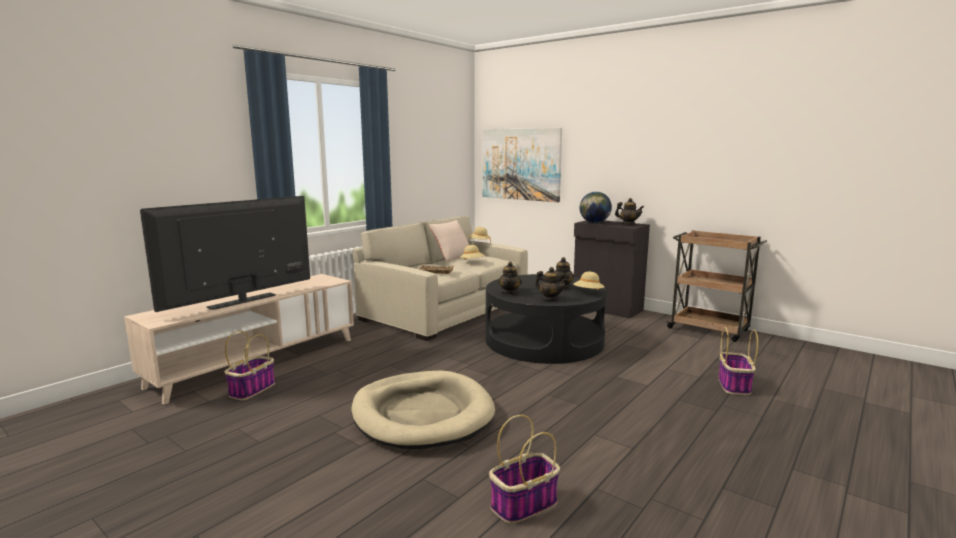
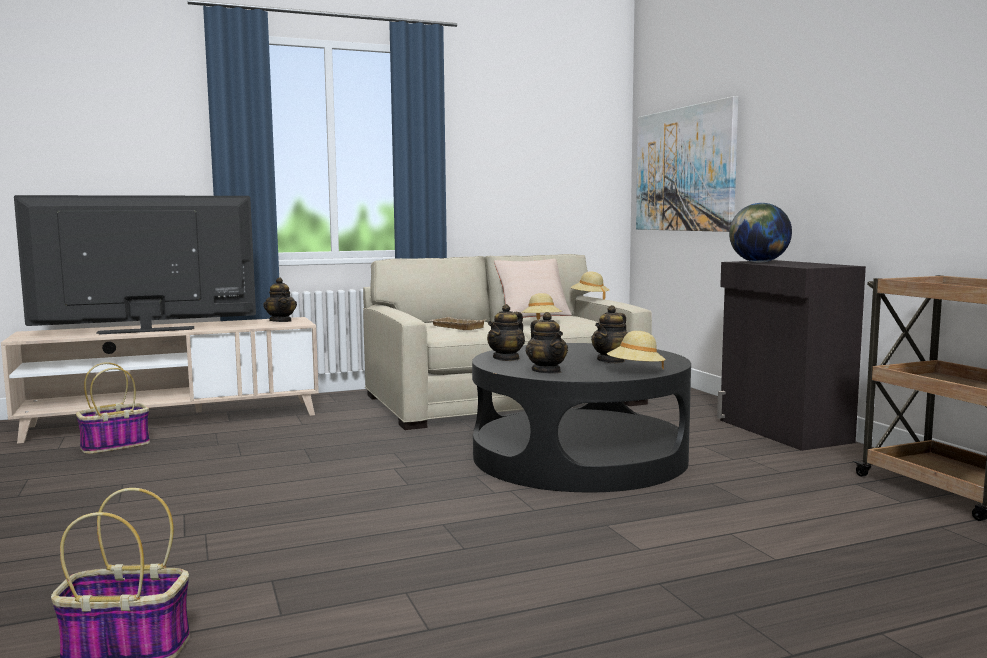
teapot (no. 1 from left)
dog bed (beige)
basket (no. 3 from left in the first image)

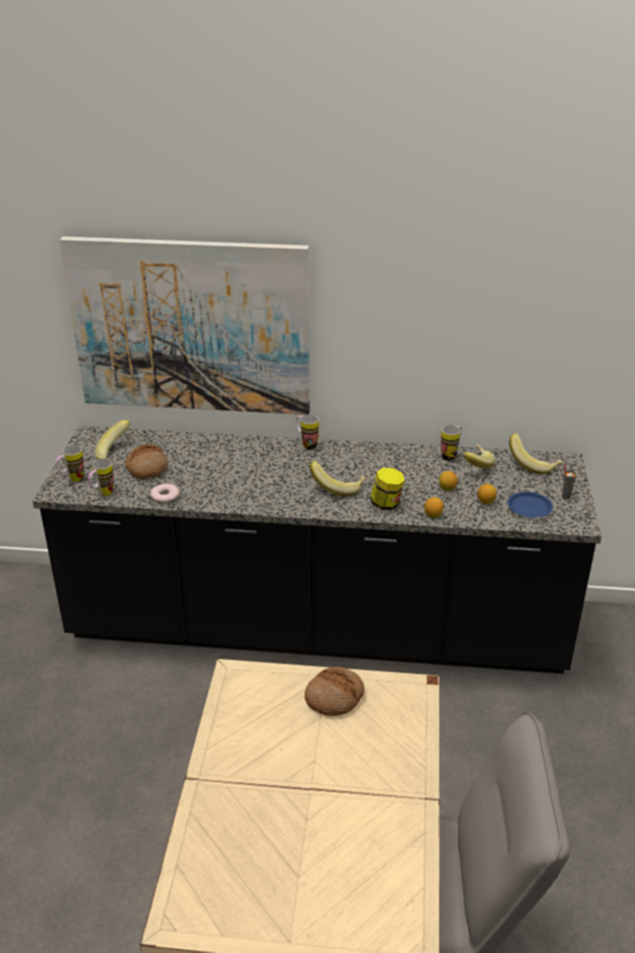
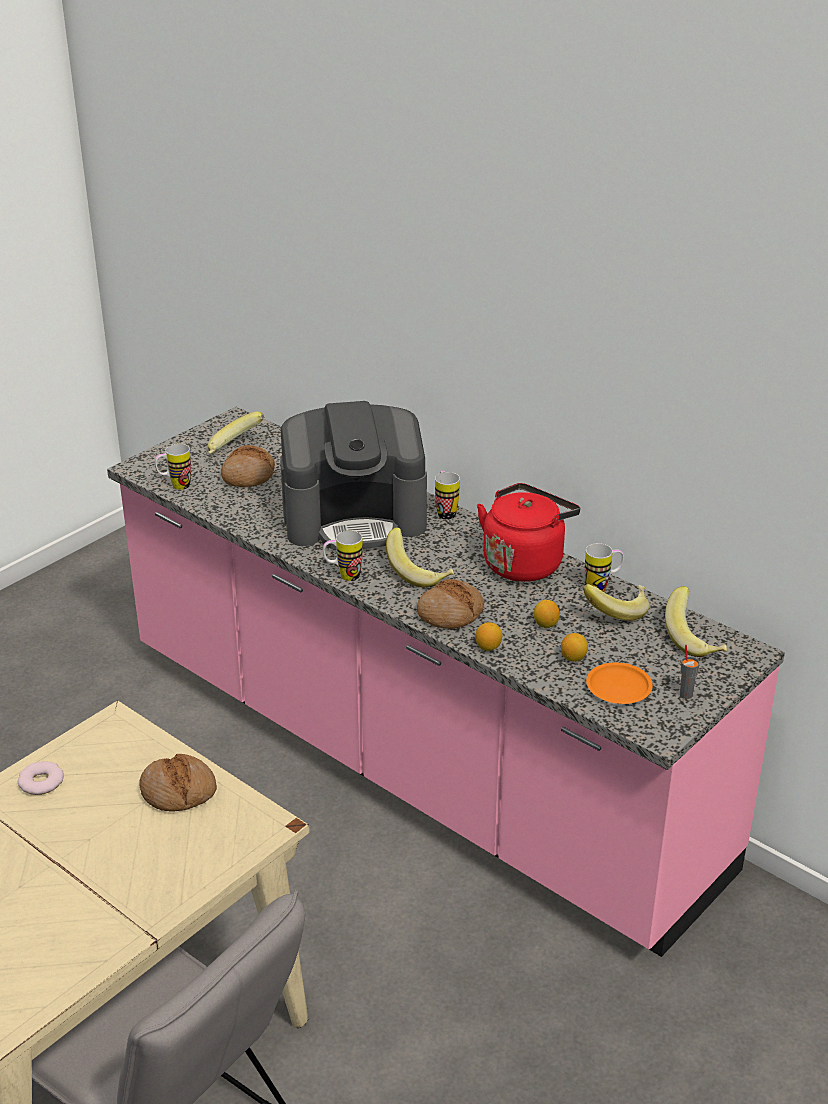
donut
counter (pink)
coffee machine
mug (no. 2 from left)
bread (no. 3 from left)
kettle (red)
plate (orange)
picture

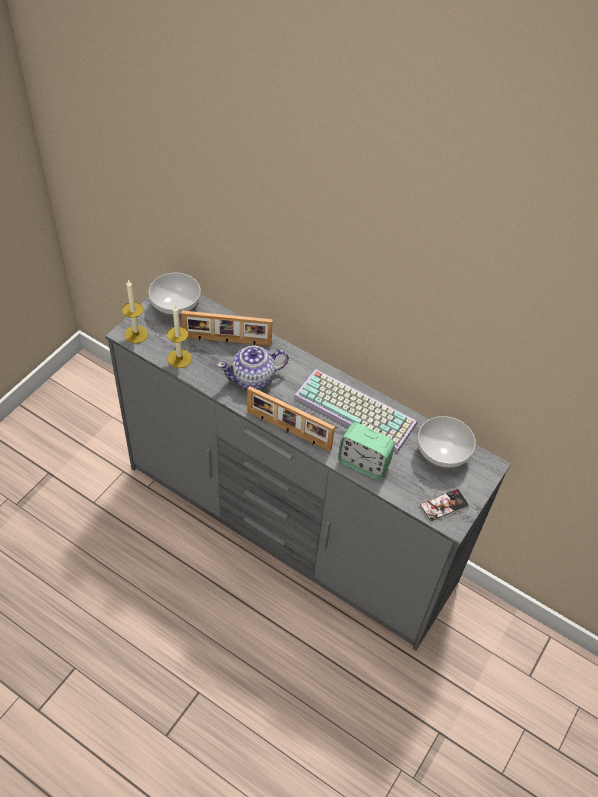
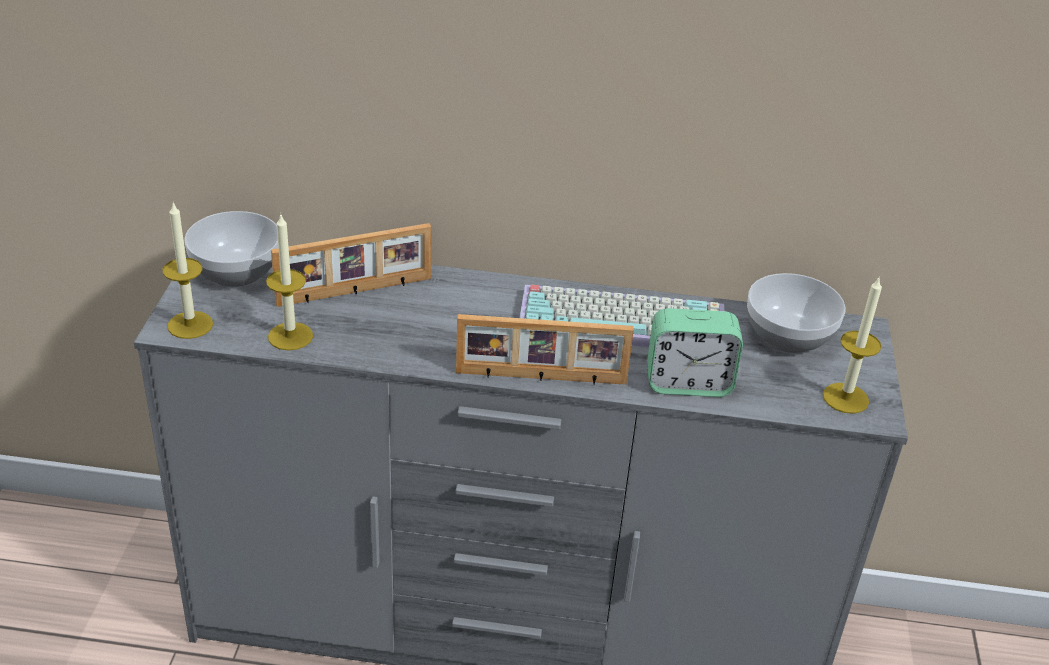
candle (no. 3 from left)
teapot

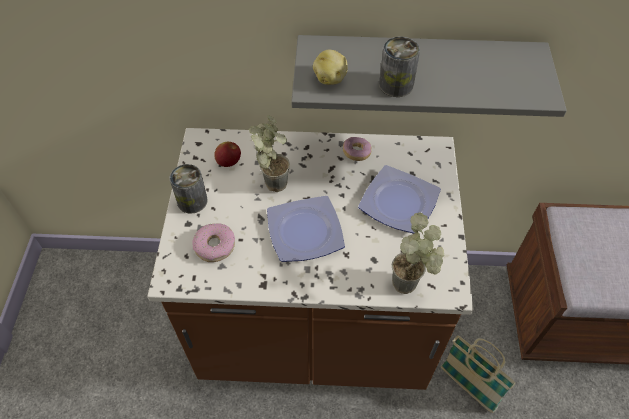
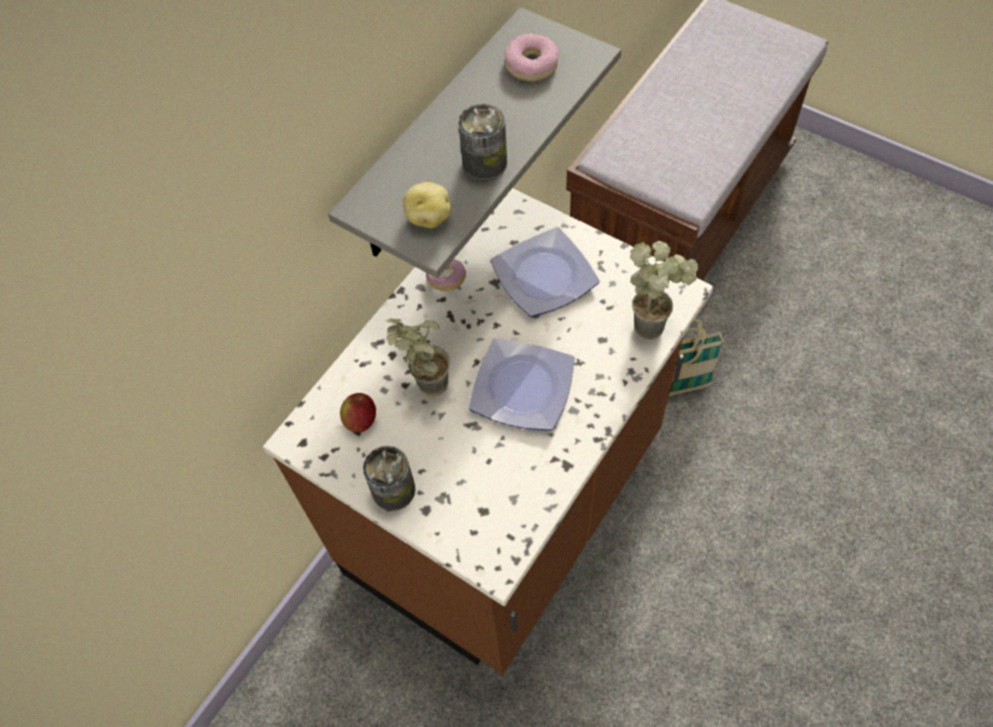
donut (no. 2 from left)

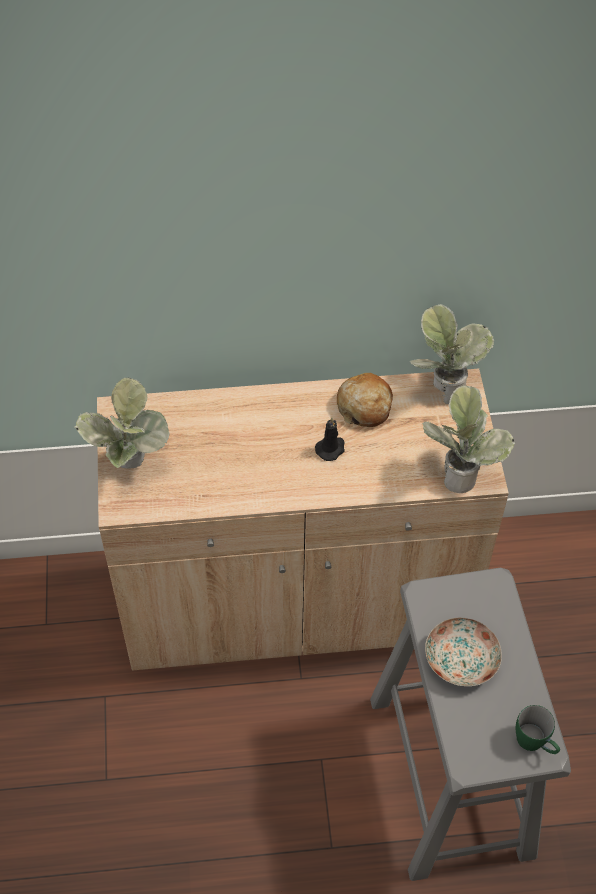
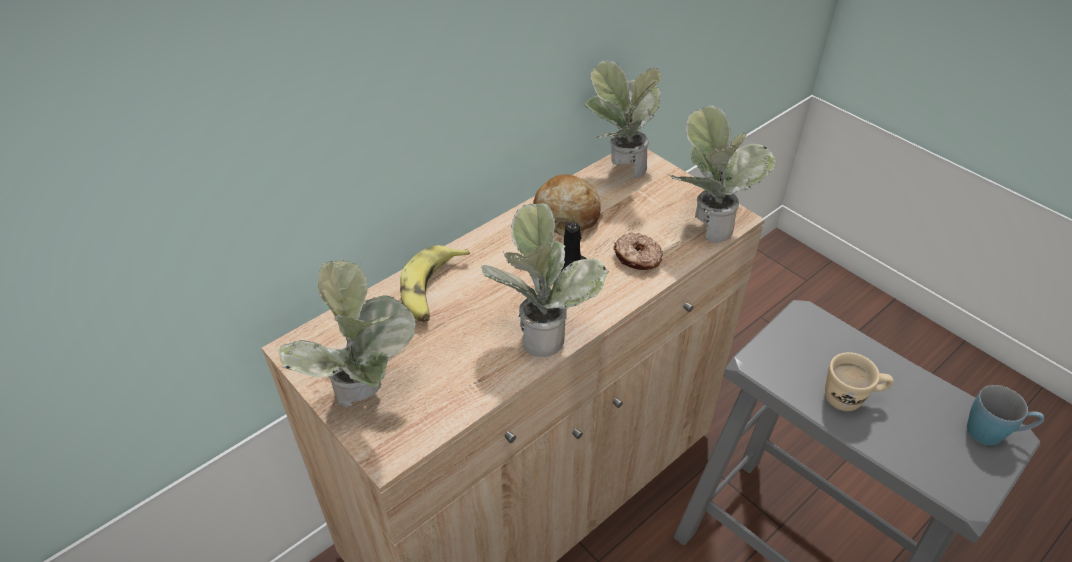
banana
potted plant (no. 2 from left)
donut
mug (beige)
mug (blue)

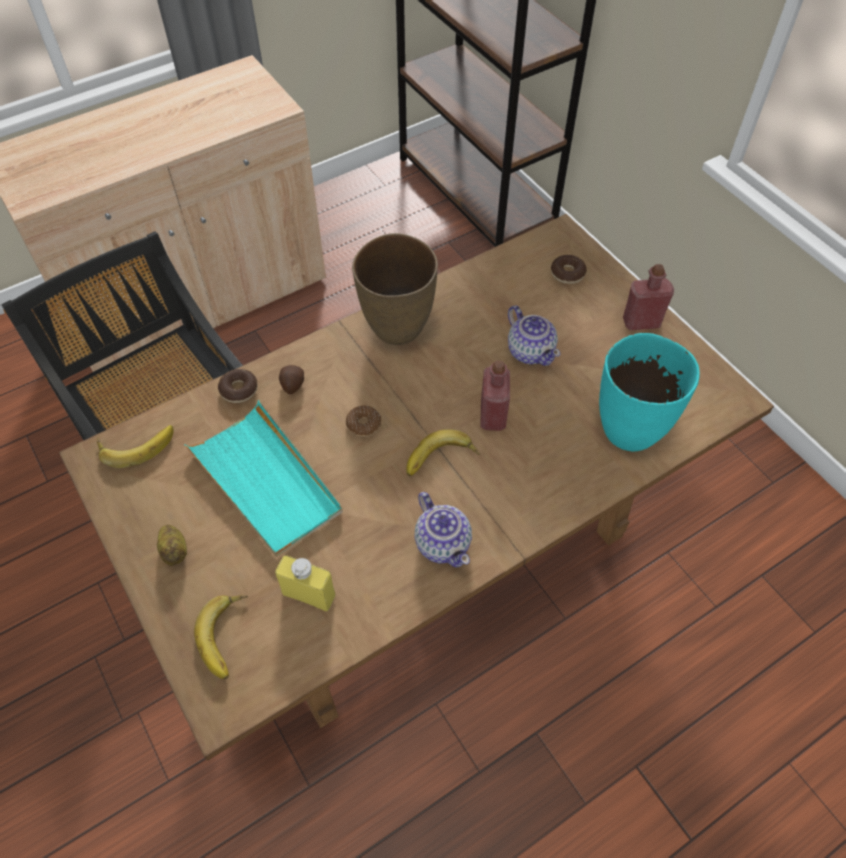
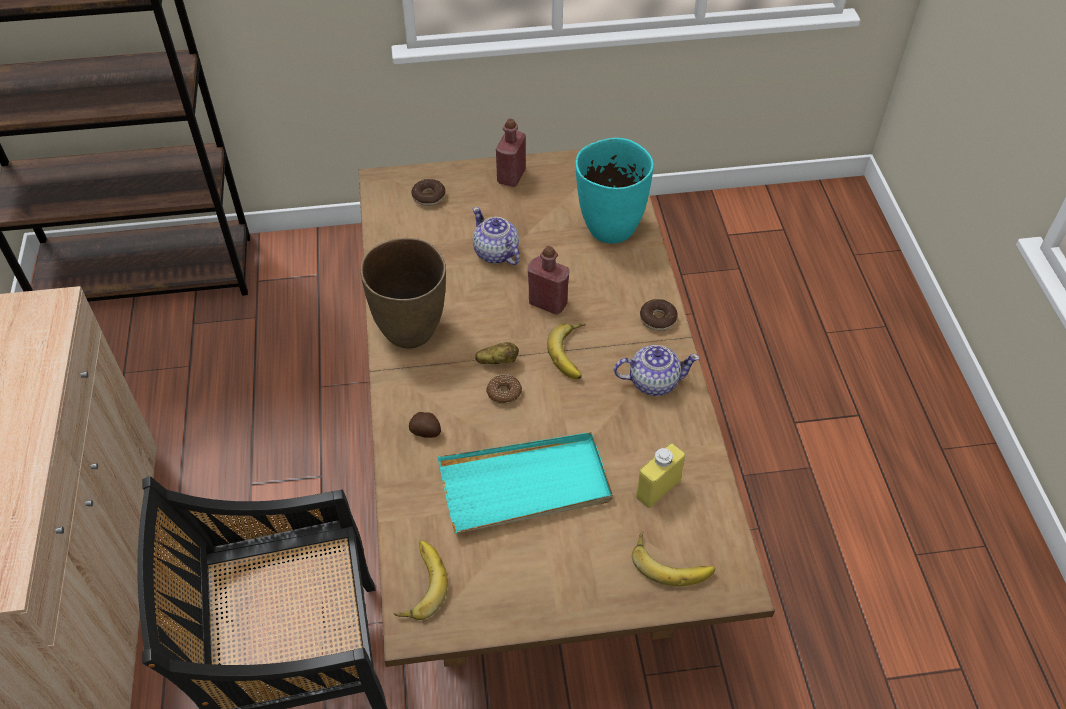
teapot (no. 1 from left)
potato (no. 2 from left)
donut (no. 3 from left)

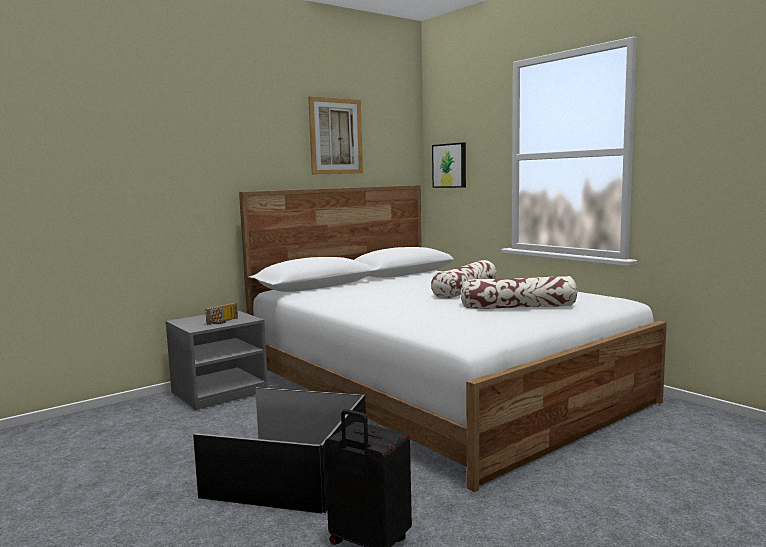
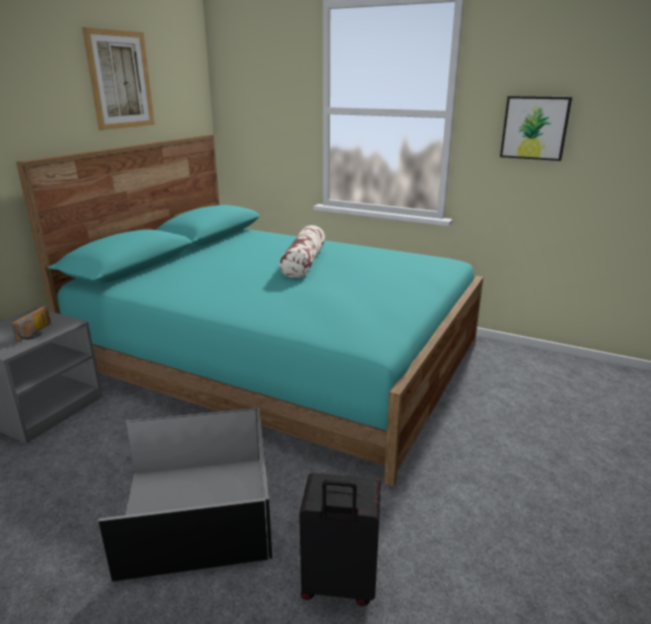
bed (turquoise)
picture (no. 2 from left)
pillow (no. 2 from left in the first image)

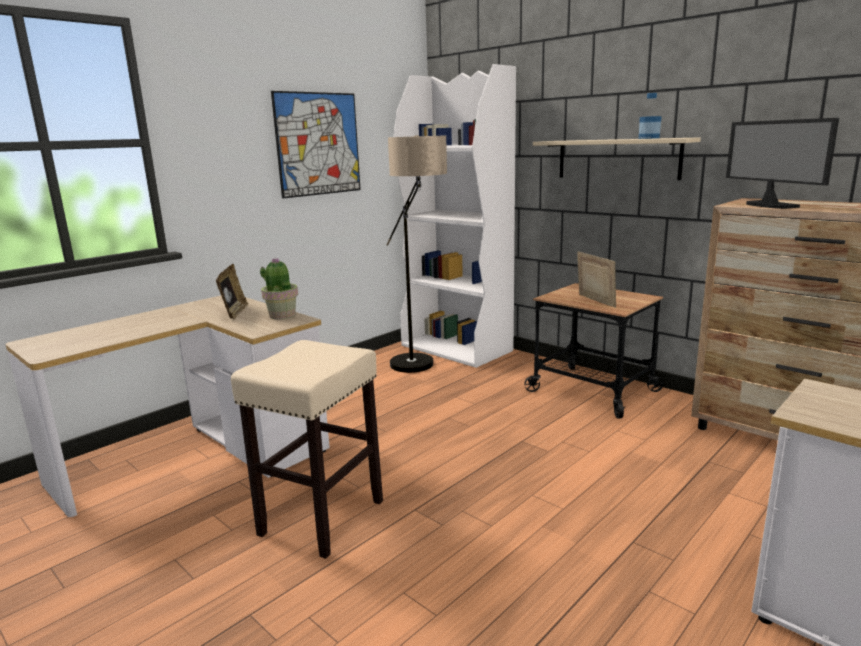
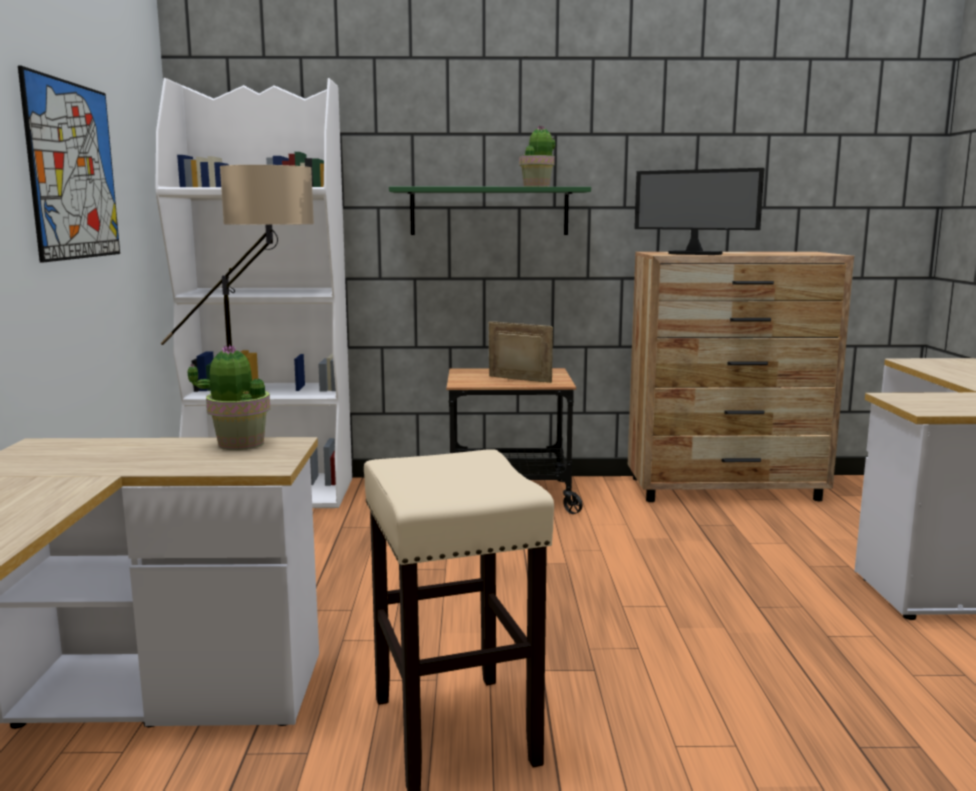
shelf (green)
potted plant (no. 2 from left)
picture frame (no. 1 from left in the first image)

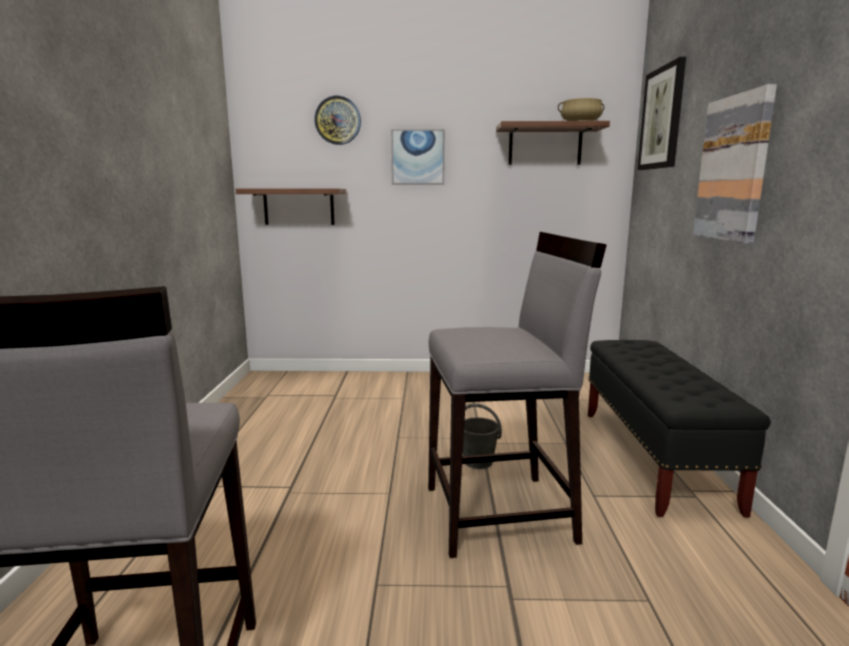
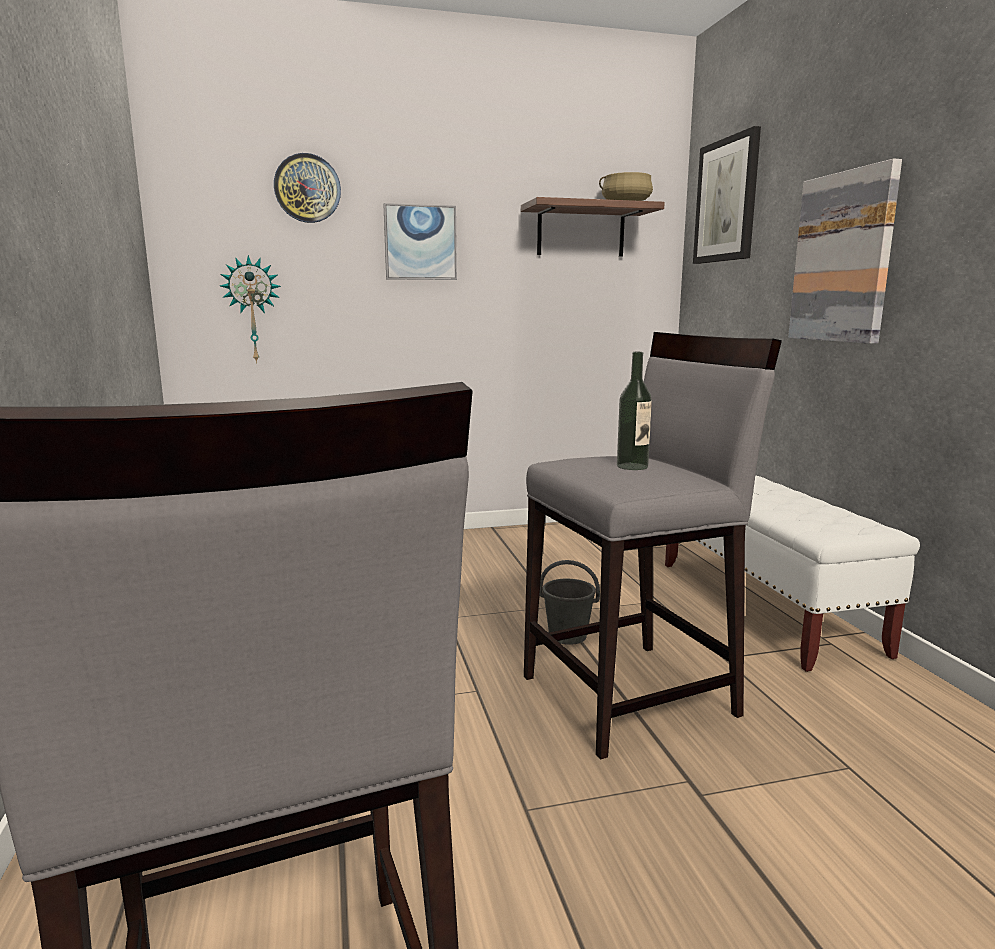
wall clock (no. 1 from left)
bottle
bench (white)

